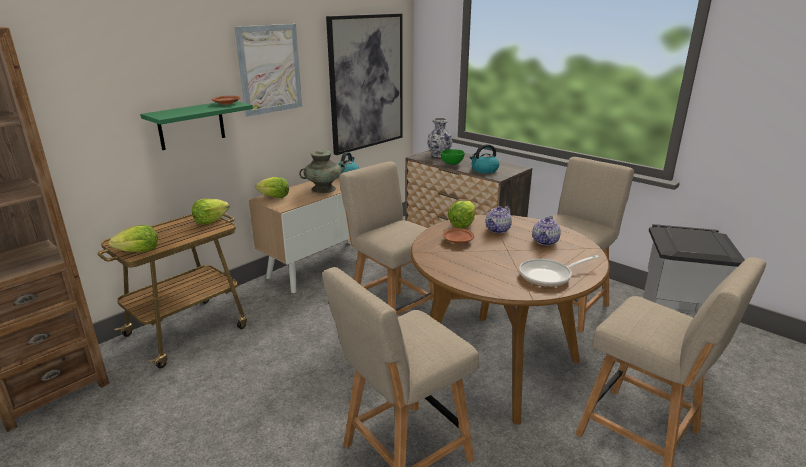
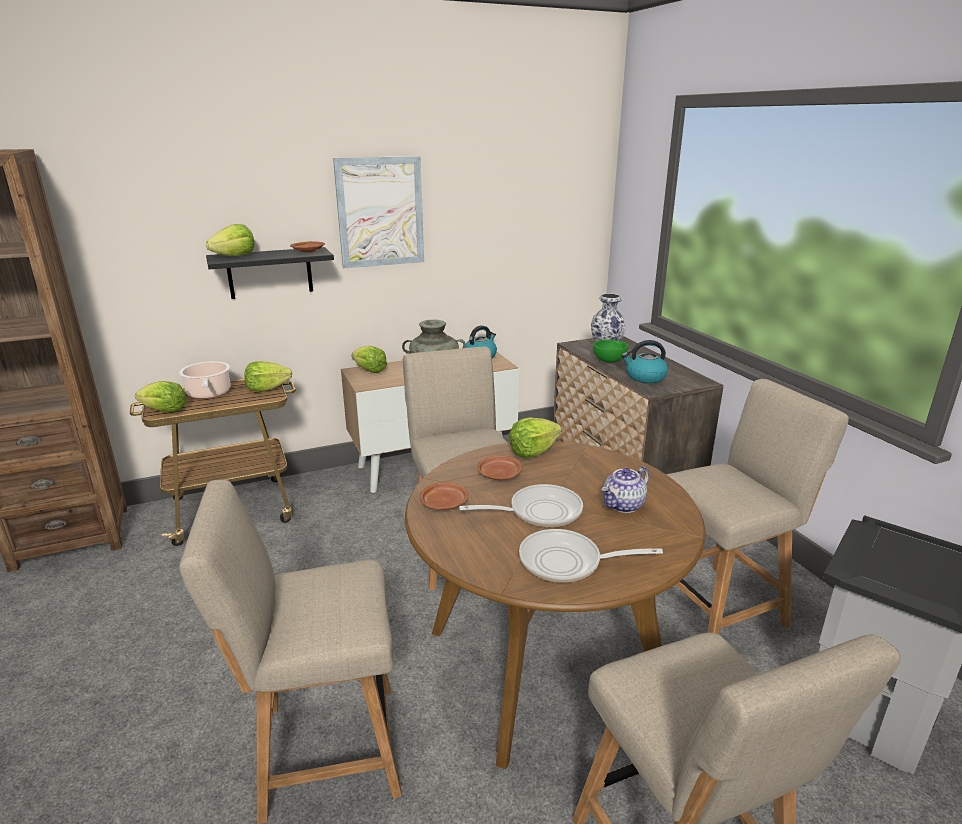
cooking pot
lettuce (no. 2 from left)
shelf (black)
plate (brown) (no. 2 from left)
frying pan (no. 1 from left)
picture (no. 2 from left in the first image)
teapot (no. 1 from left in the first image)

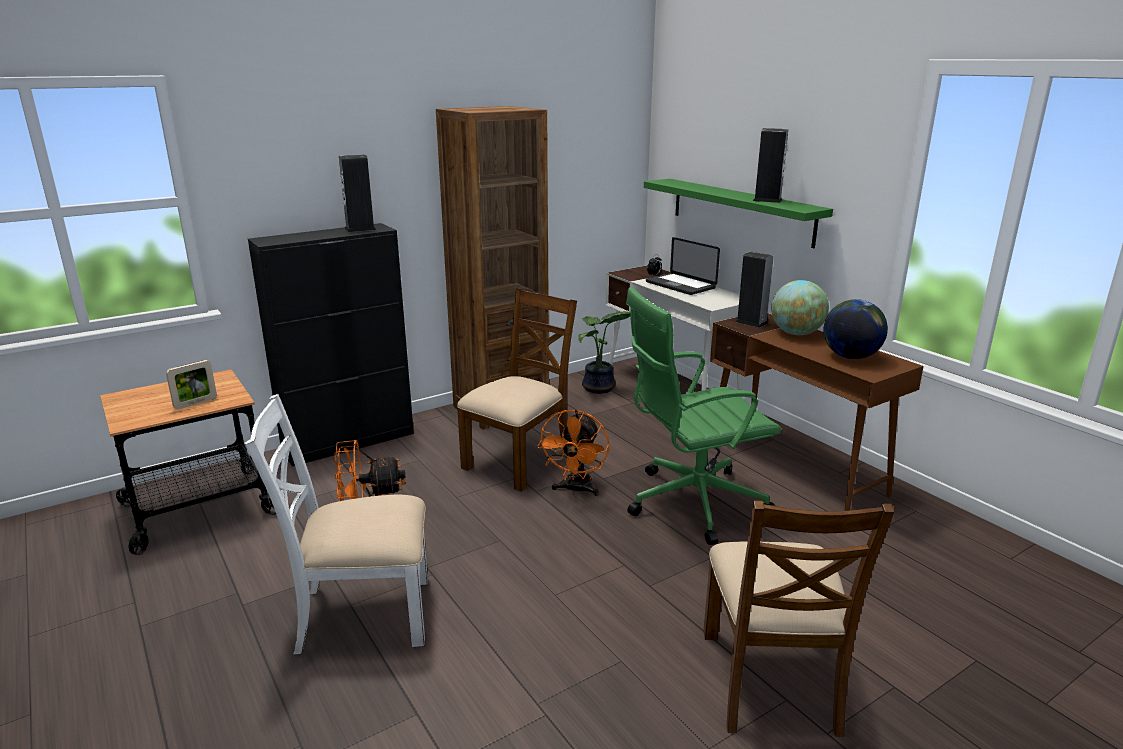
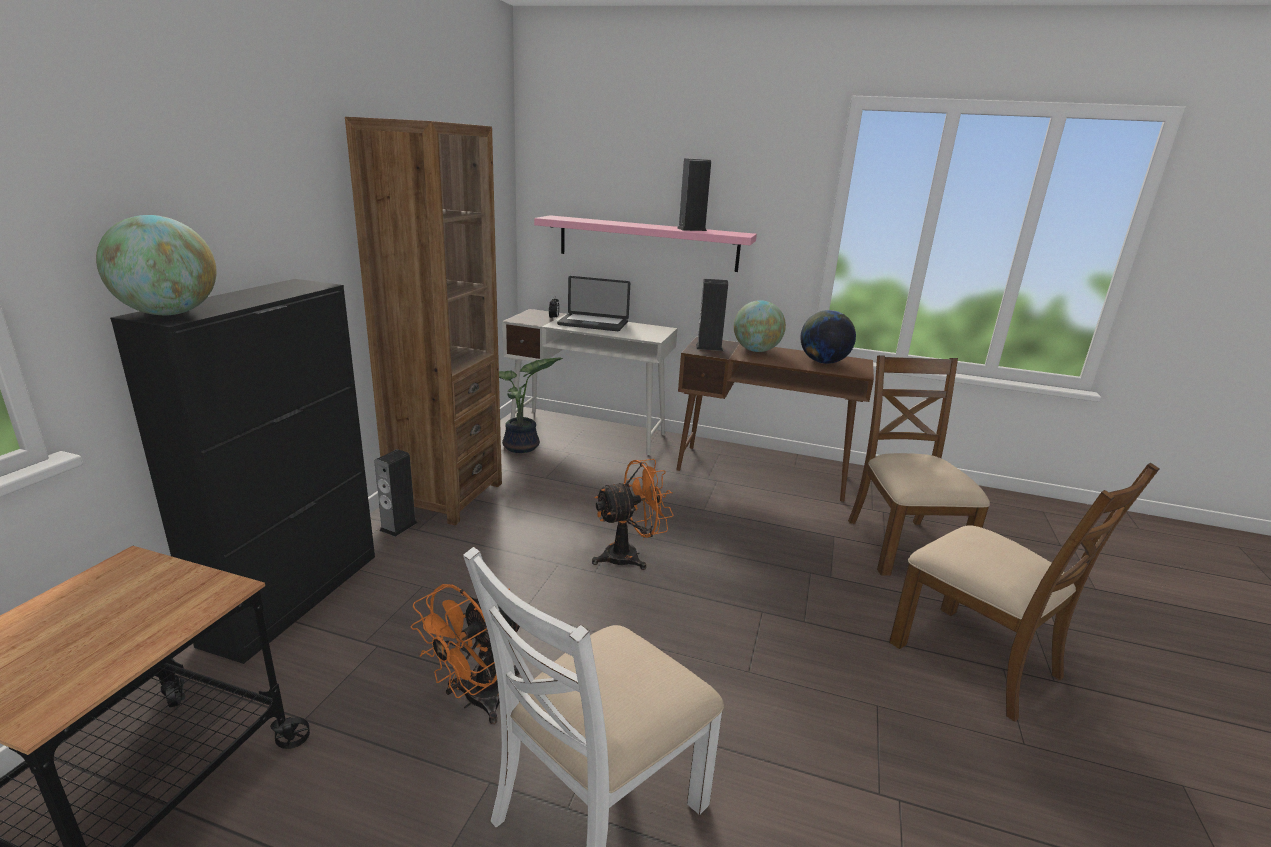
globe (no. 1 from left)
speaker (no. 1 from left)
shelf (pink)
fan (orange) (no. 2 from left)
chair (brown) (no. 1 from left)
picture frame
office chair (green)

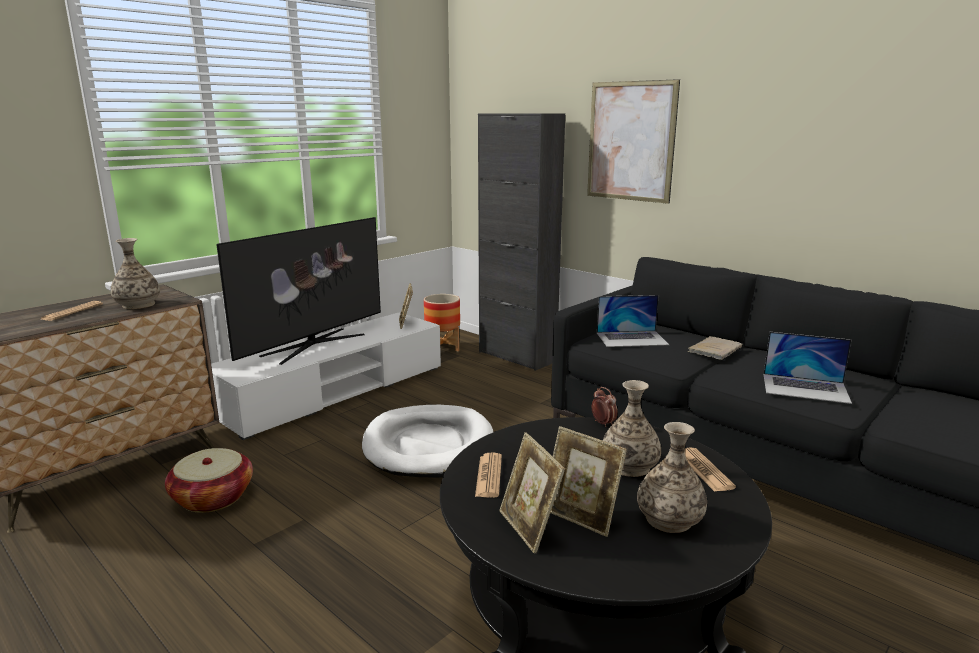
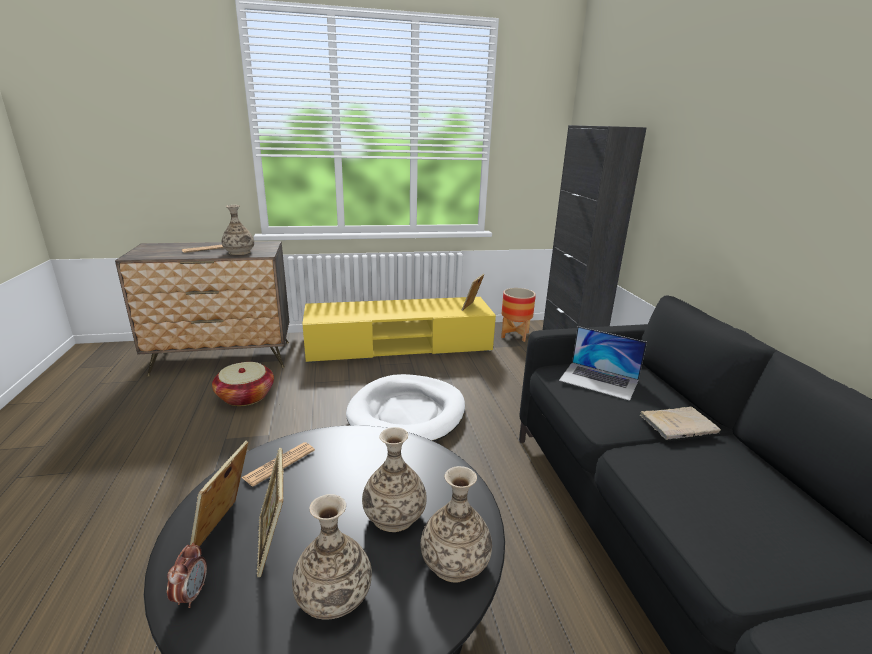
alarm clock
tv stand (yellow)
vase (no. 4 from left)
television
picture
laptop (no. 2 from left in the first image)

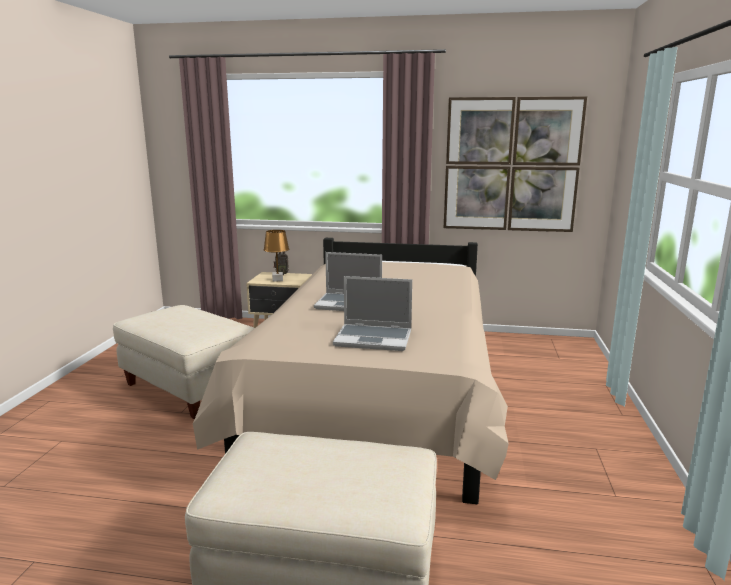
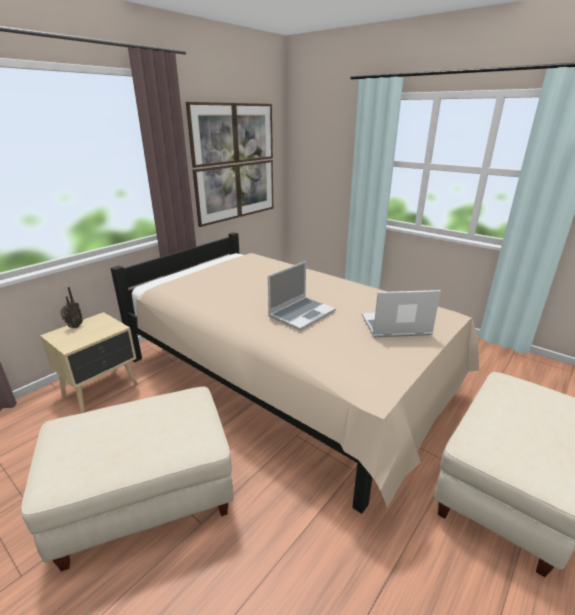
laptop (no. 2 from left)
table lamp (brown)

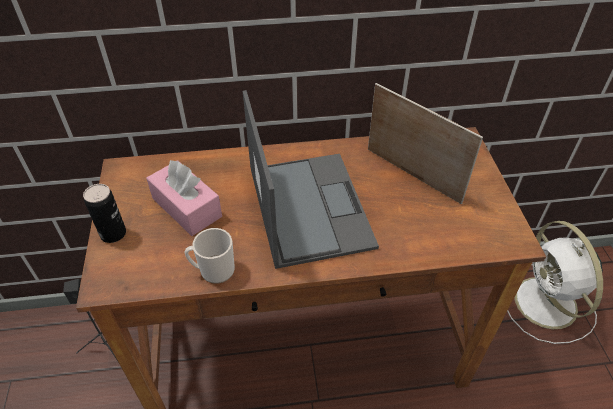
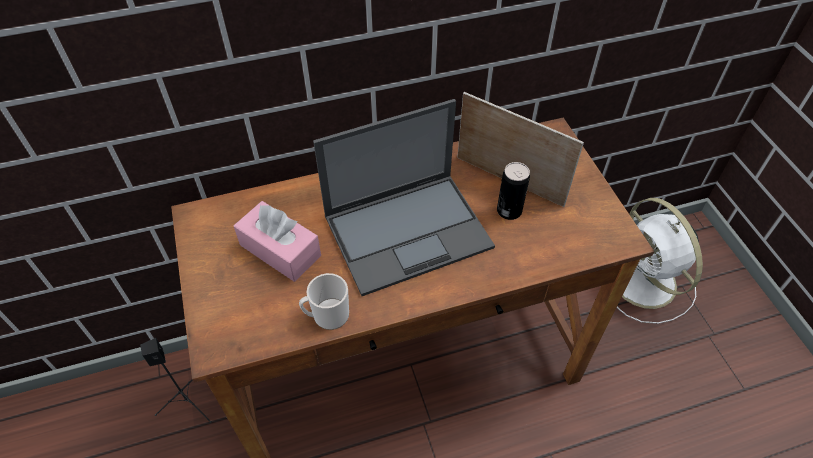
laptop
can

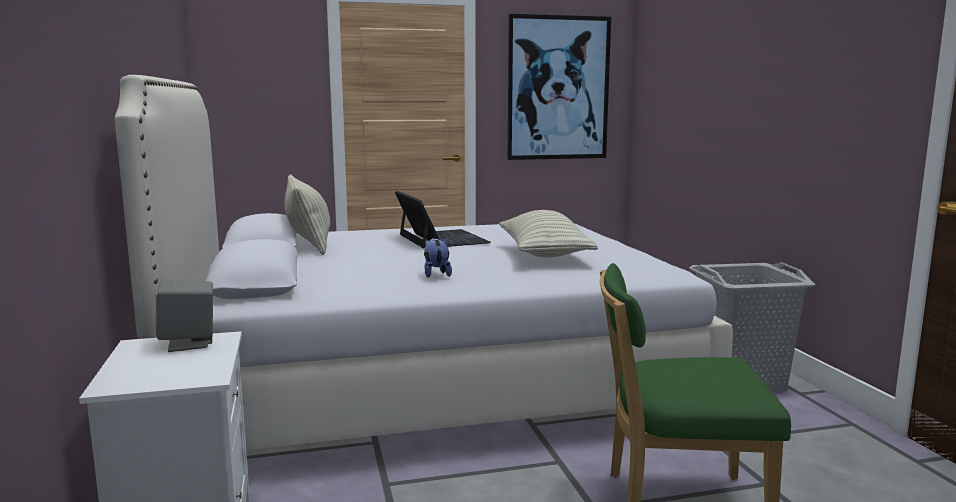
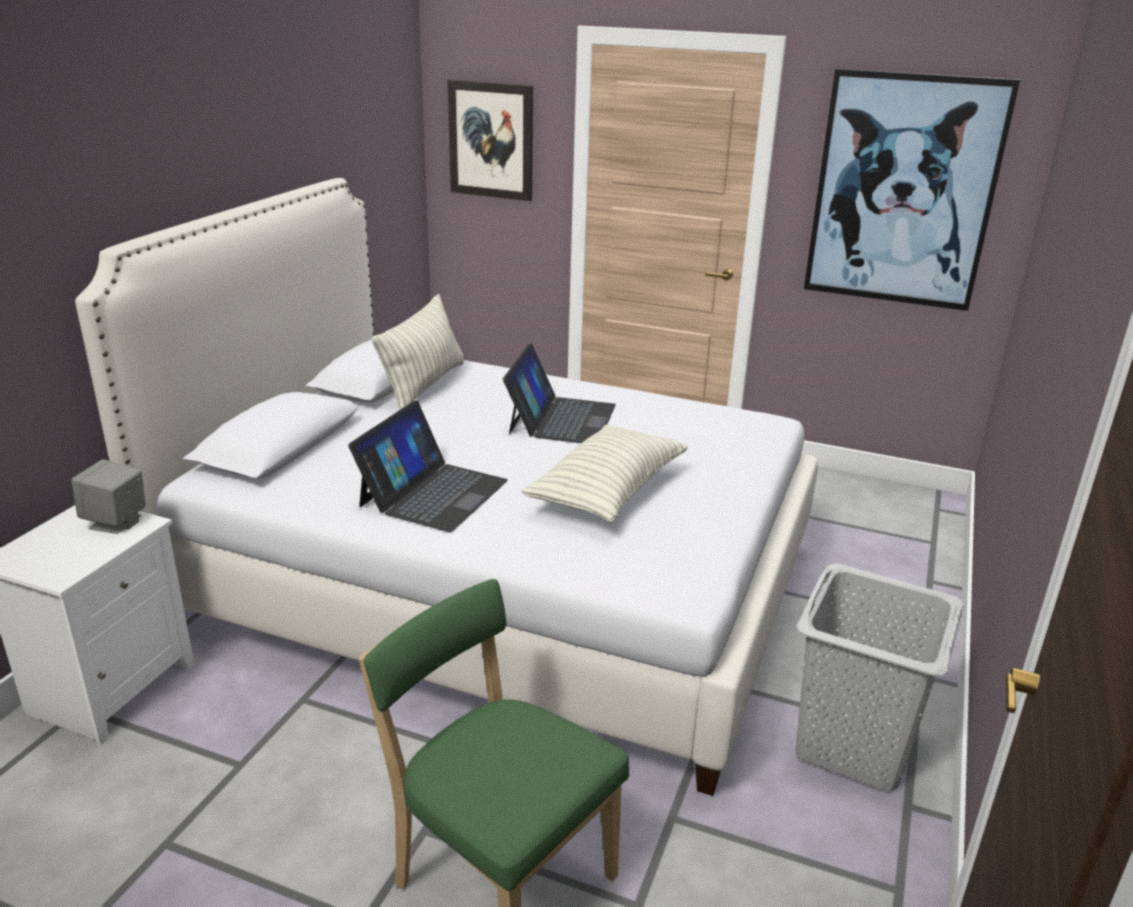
laptop (no. 1 from left)
picture (no. 1 from left)

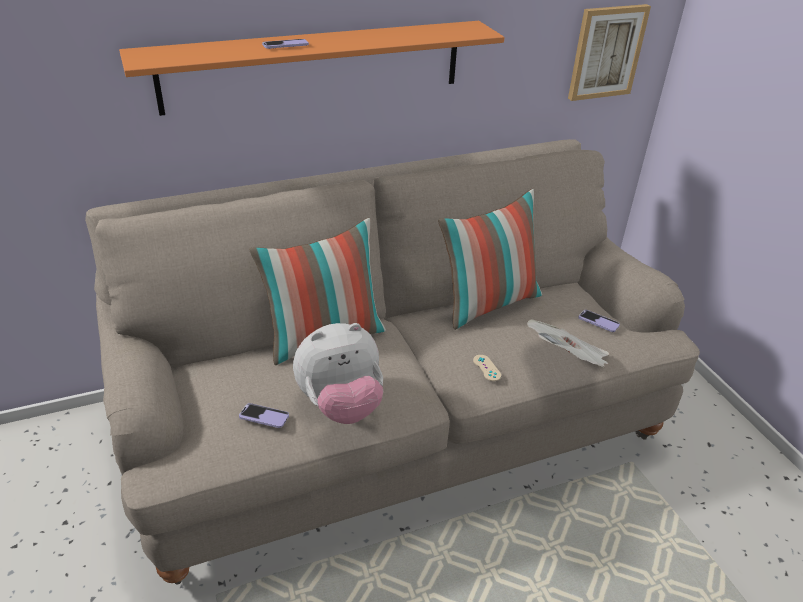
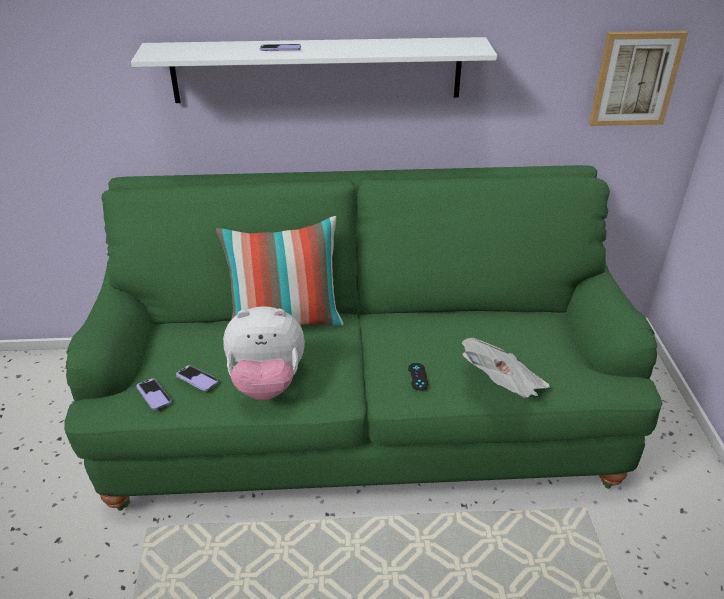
sofa (green)
shelf (white)
phone (no. 1 from left)
game controller (black)
pillow (no. 2 from left in the first image)

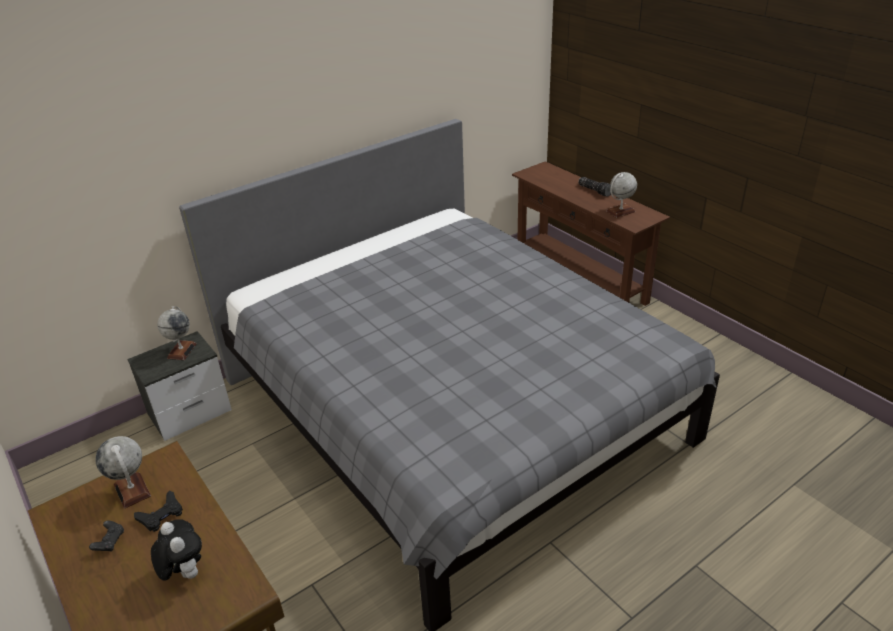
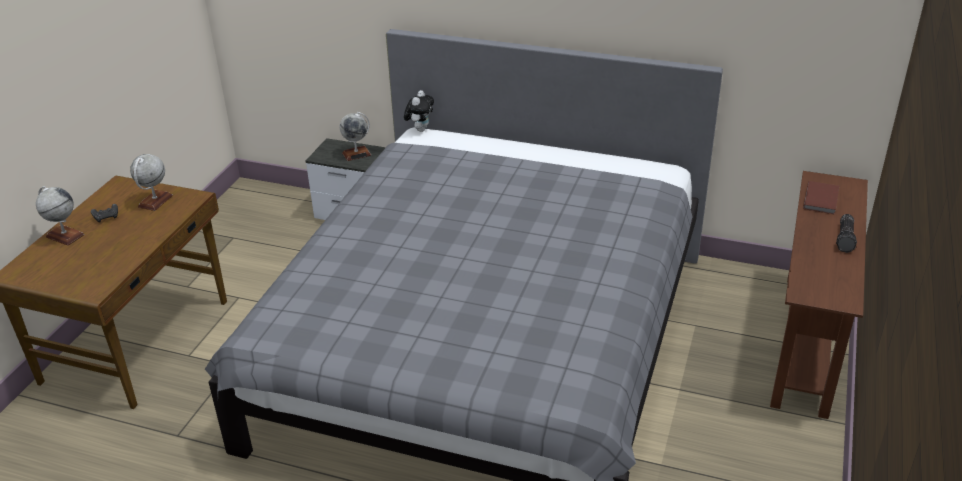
globe (no. 1 from left)
plush toy
book (brown)
game controller (black) (no. 2 from left in the first image)

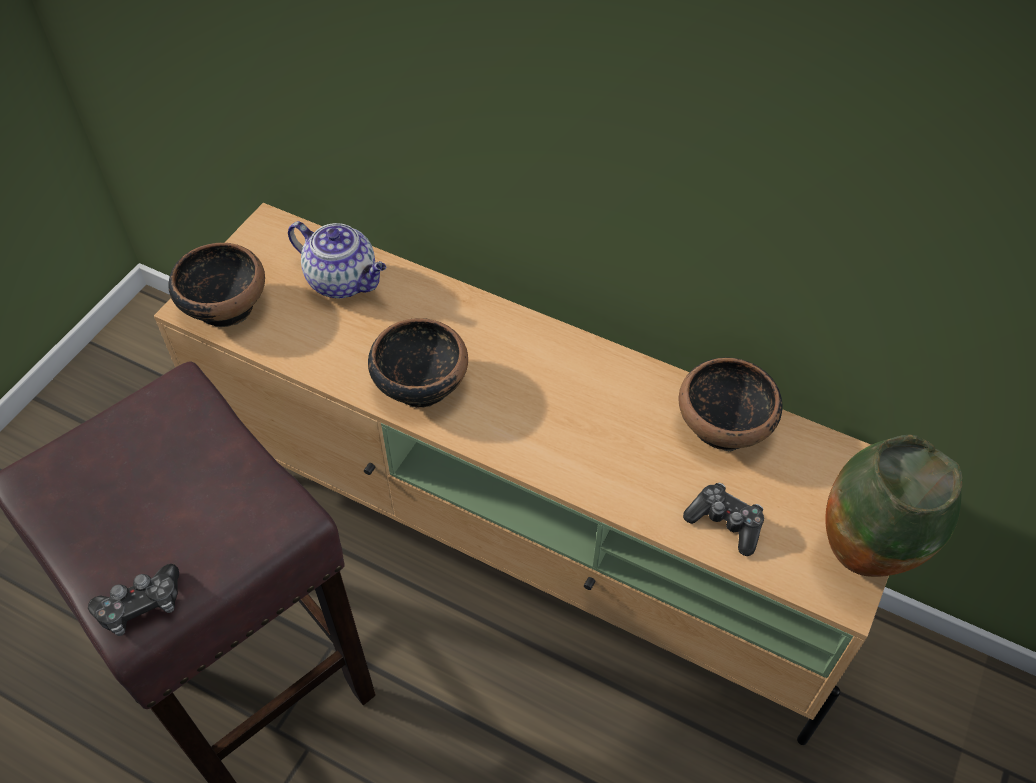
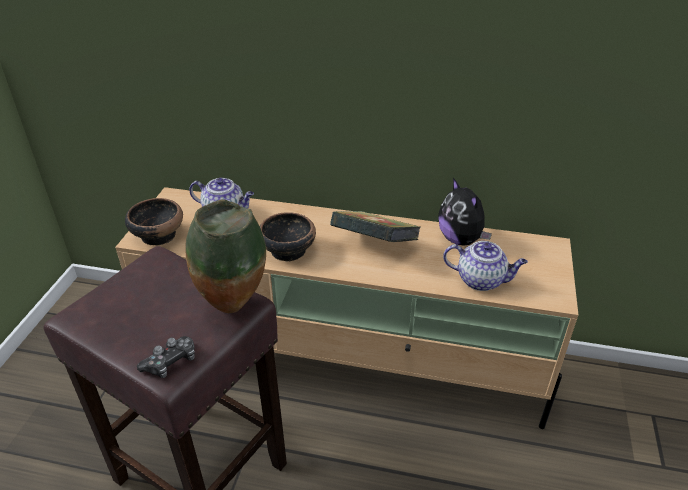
vase
book
plush toy
teapot (no. 2 from left)

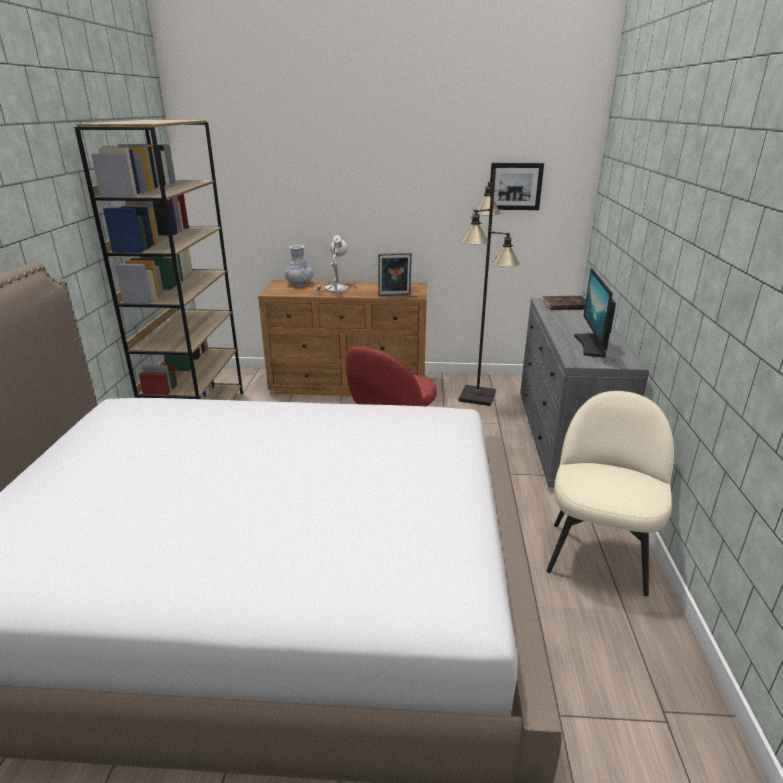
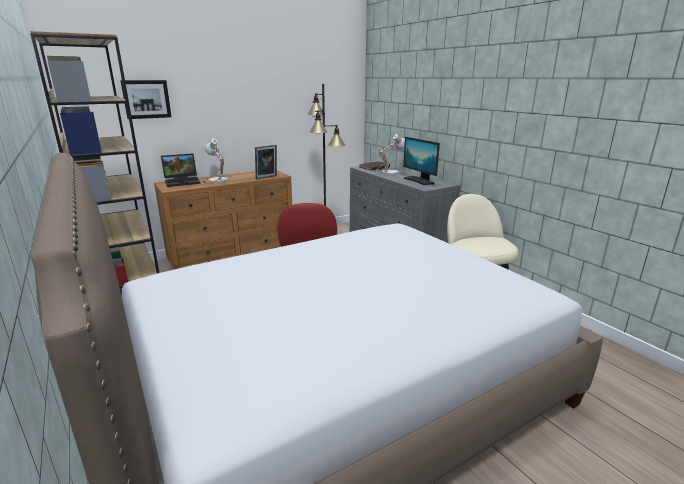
picture
laptop
table lamp (no. 2 from left)

